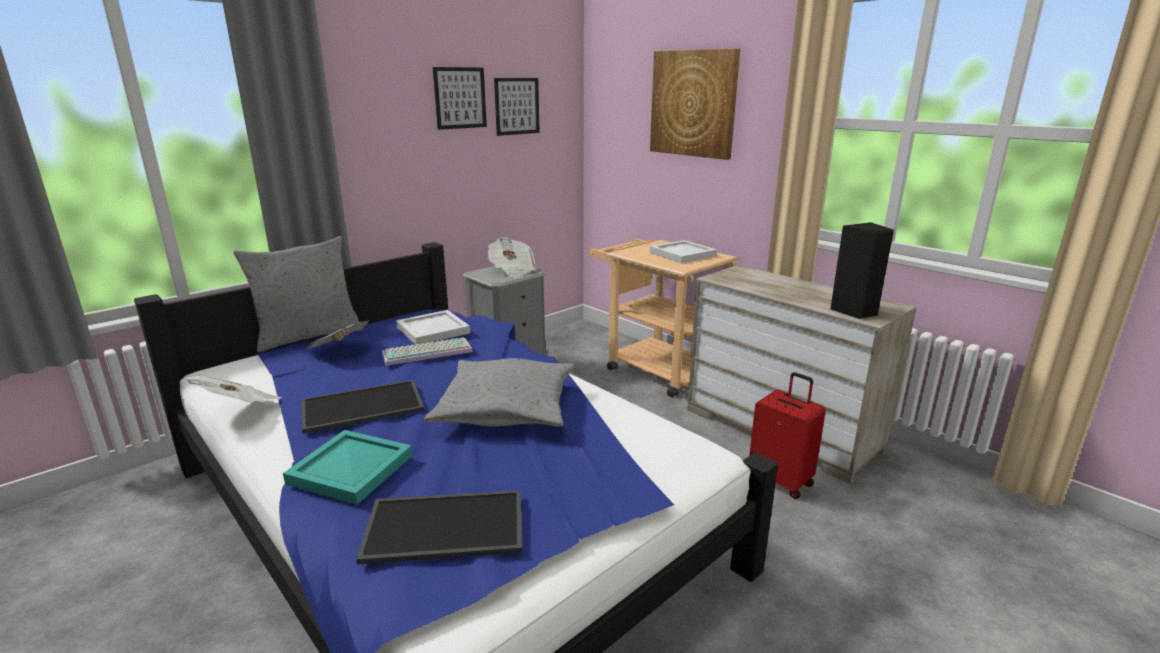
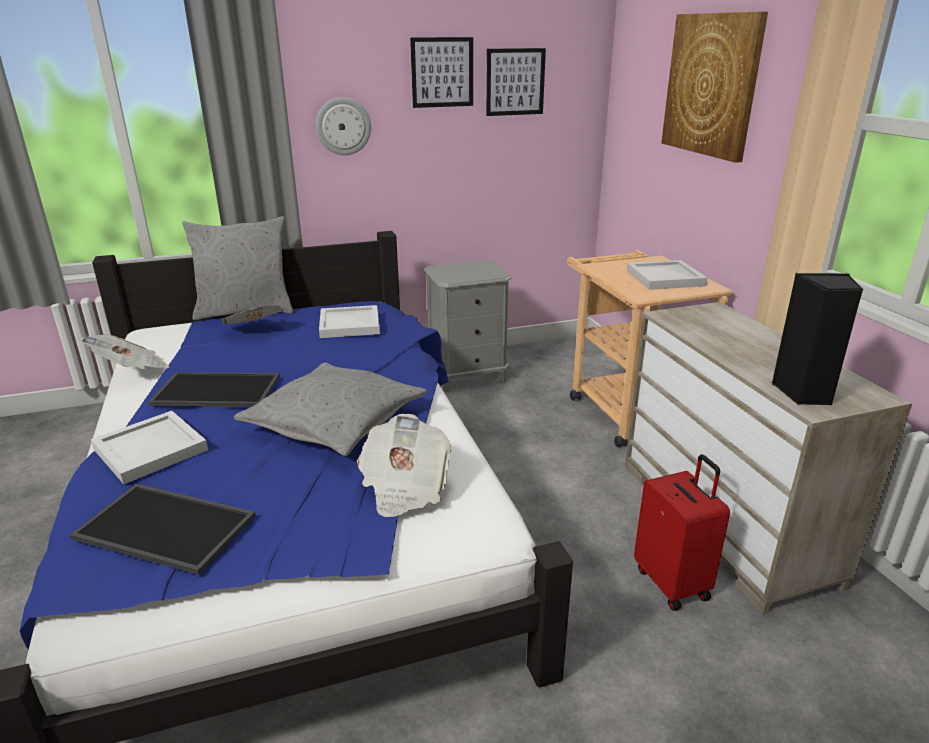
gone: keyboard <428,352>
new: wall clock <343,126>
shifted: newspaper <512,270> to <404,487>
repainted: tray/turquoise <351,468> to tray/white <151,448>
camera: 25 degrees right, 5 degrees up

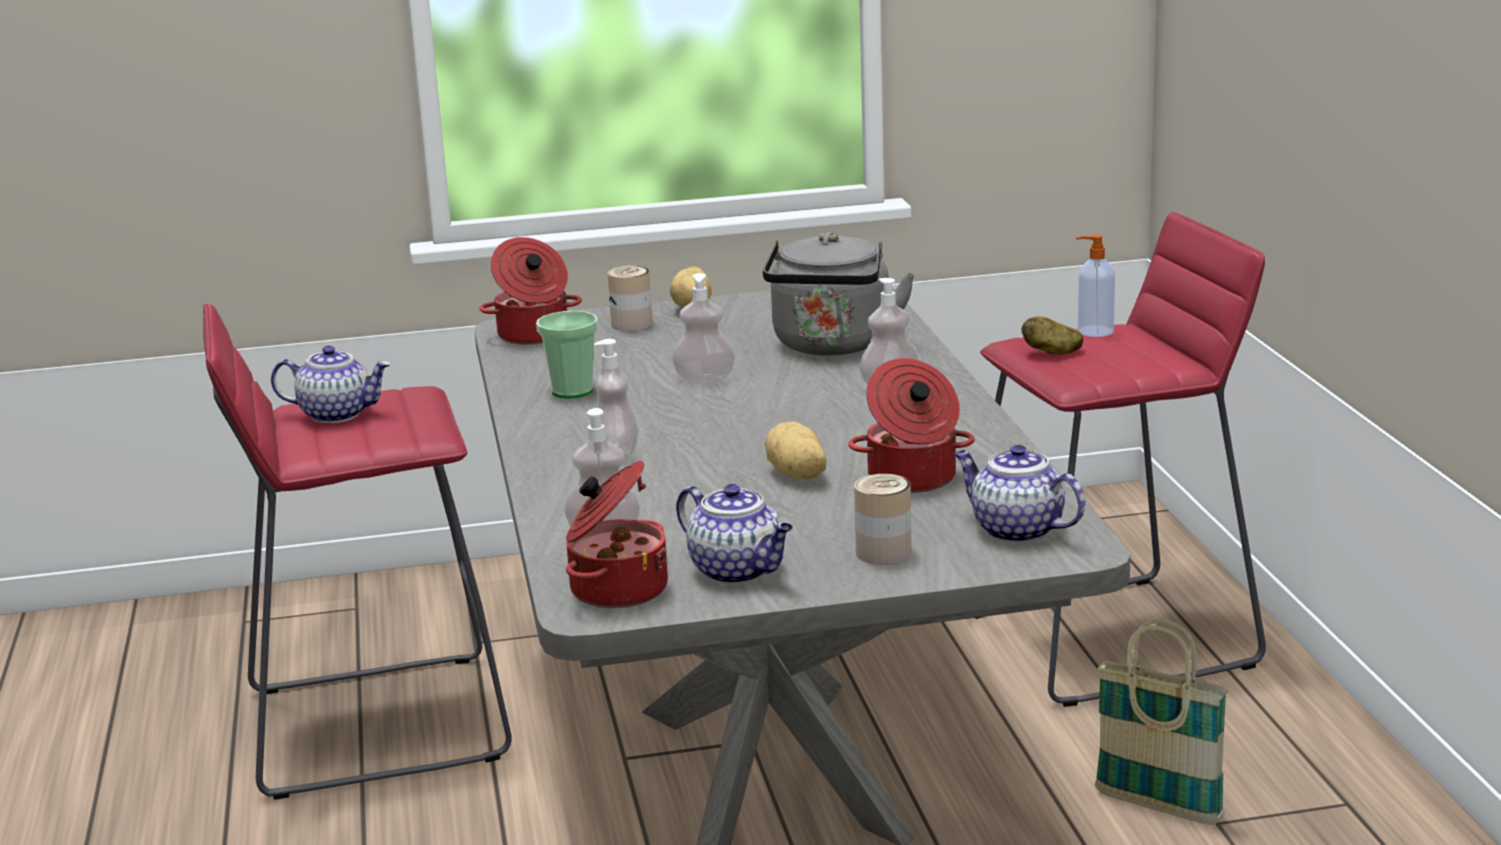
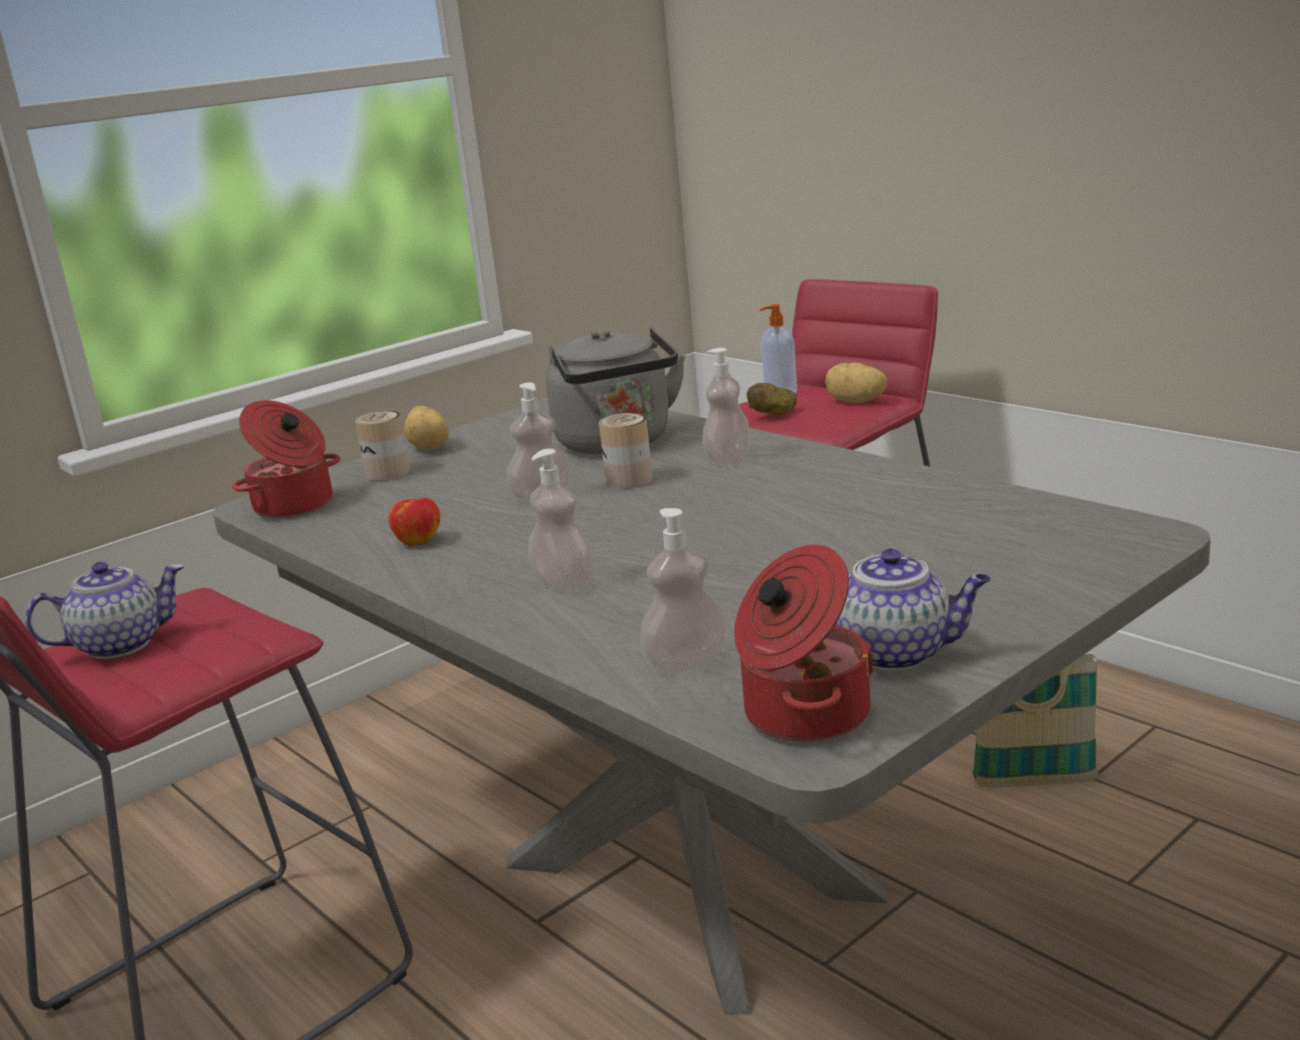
gone: cooking pot <912,479>; teapot <1015,530>
shifted: can <883,553> to <629,480>; potato <796,476> to <855,402>
swapped: cup <572,391> to apple <418,541>
camera: 30 degrees left, 0 degrees up

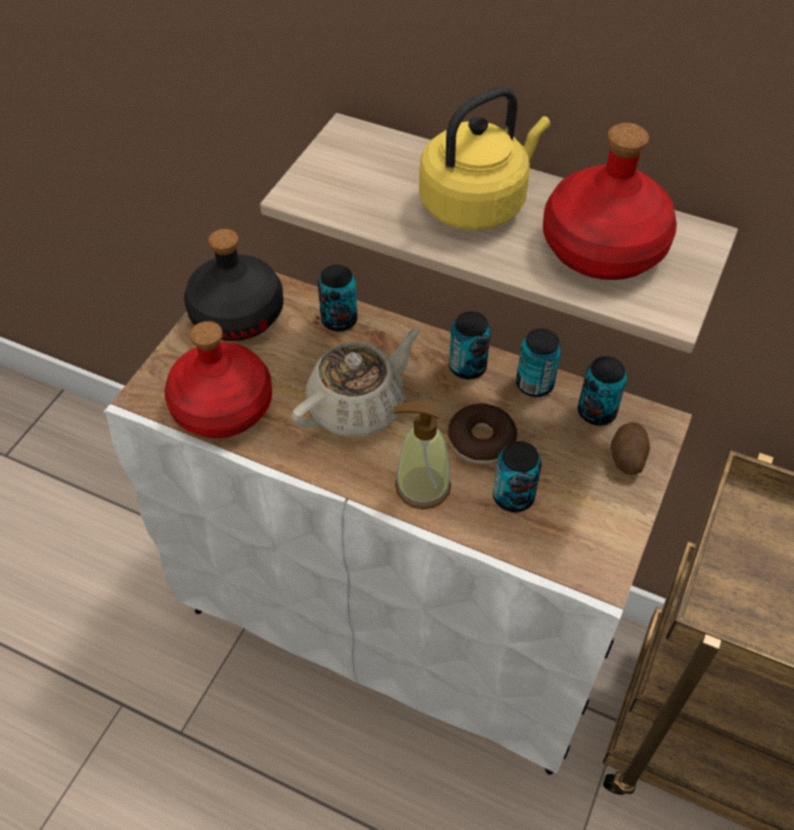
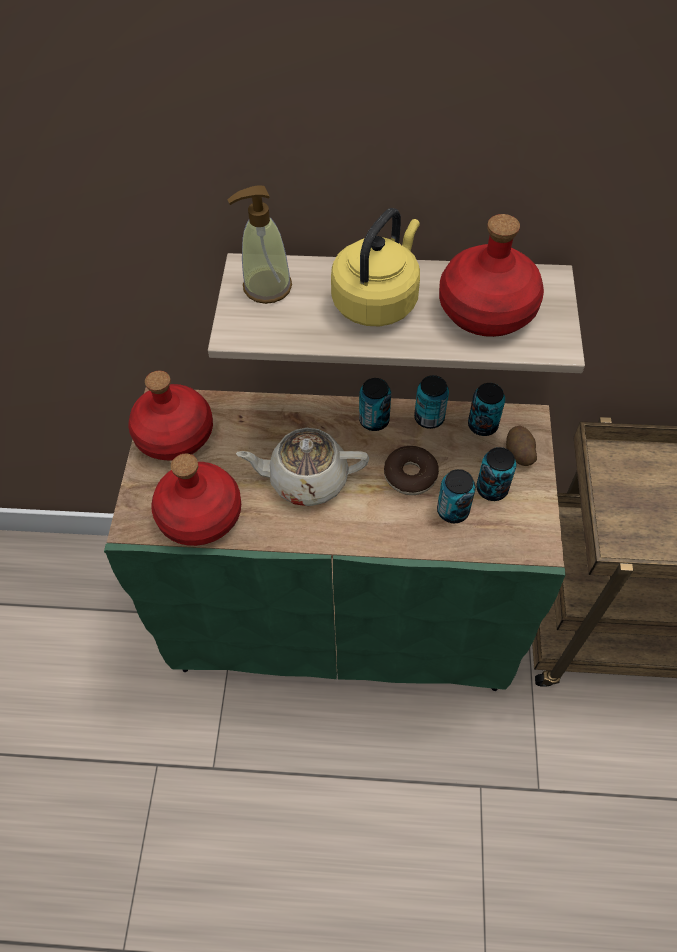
shifted: soap dispenser <422,487> to <267,287>; can <339,320> to <492,489>
repainted: cabinet/white <400,622> to cabinet/green <344,620>; bottle/black <237,314> to bottle/red <174,434>
rotated: teapot/beige <358,407> = <306,479> 120 degrees counterclockwise
camera: 20 degrees left, 5 degrees up

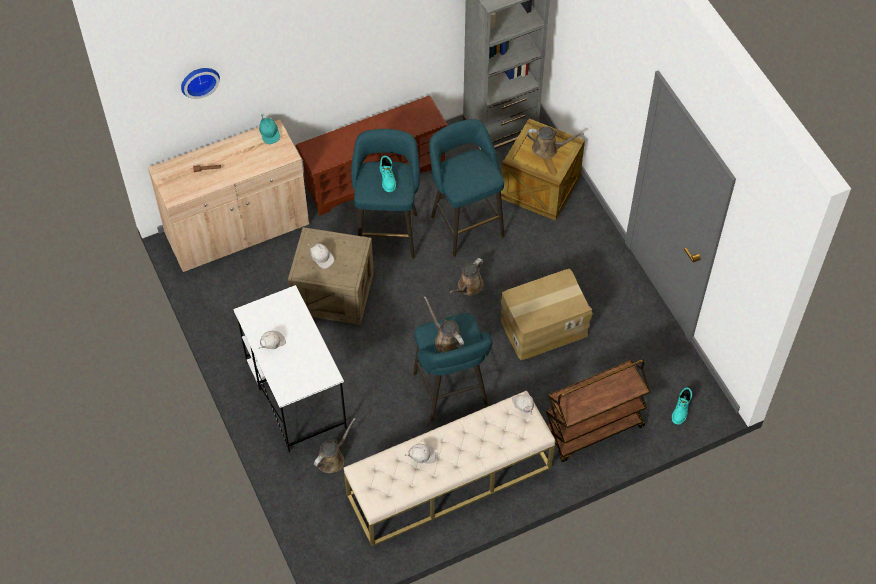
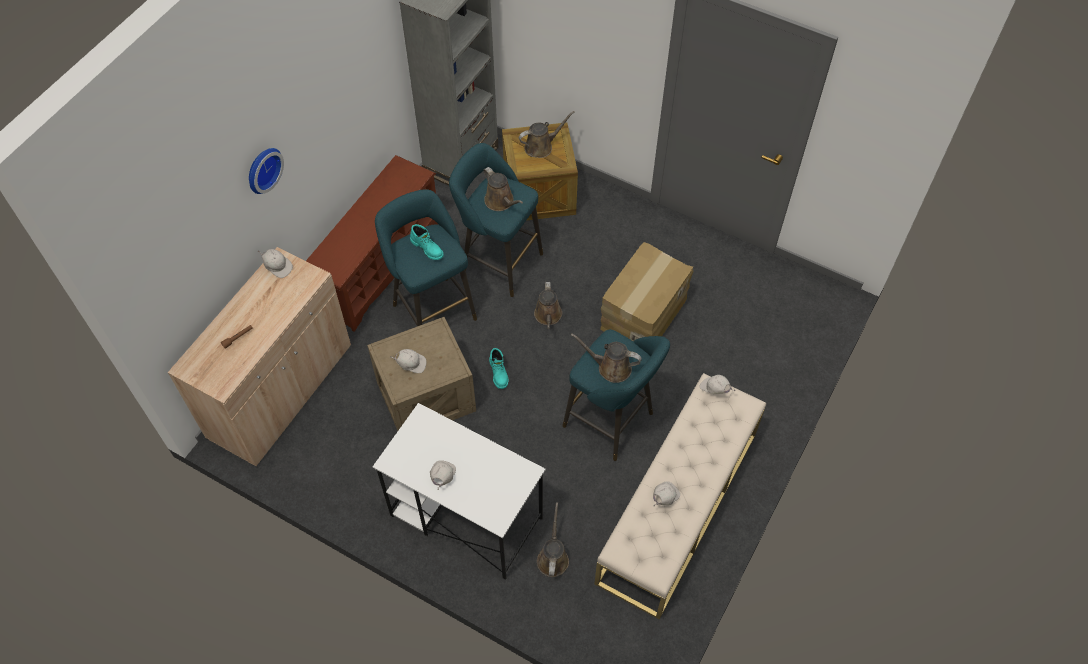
gone: cart/brown <593,430>
new: watering can/brown <501,202>
shifted: wall clock <199,80> to <262,169>; boot/turquoise <681,410> to <499,373>
repainted: cap/turquoise <269,134> to cap/white <277,267>
camera: 35 degrees left, 0 degrees up

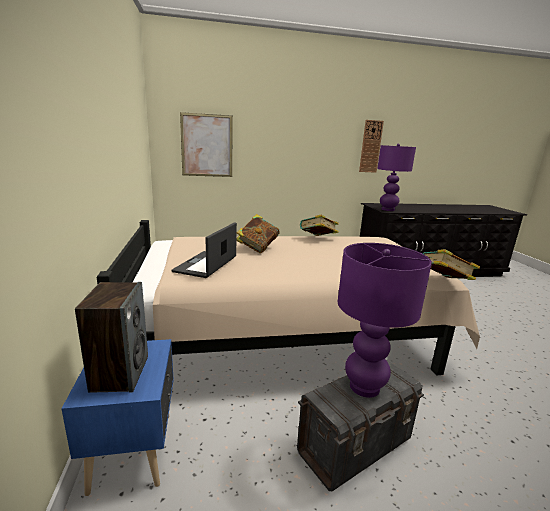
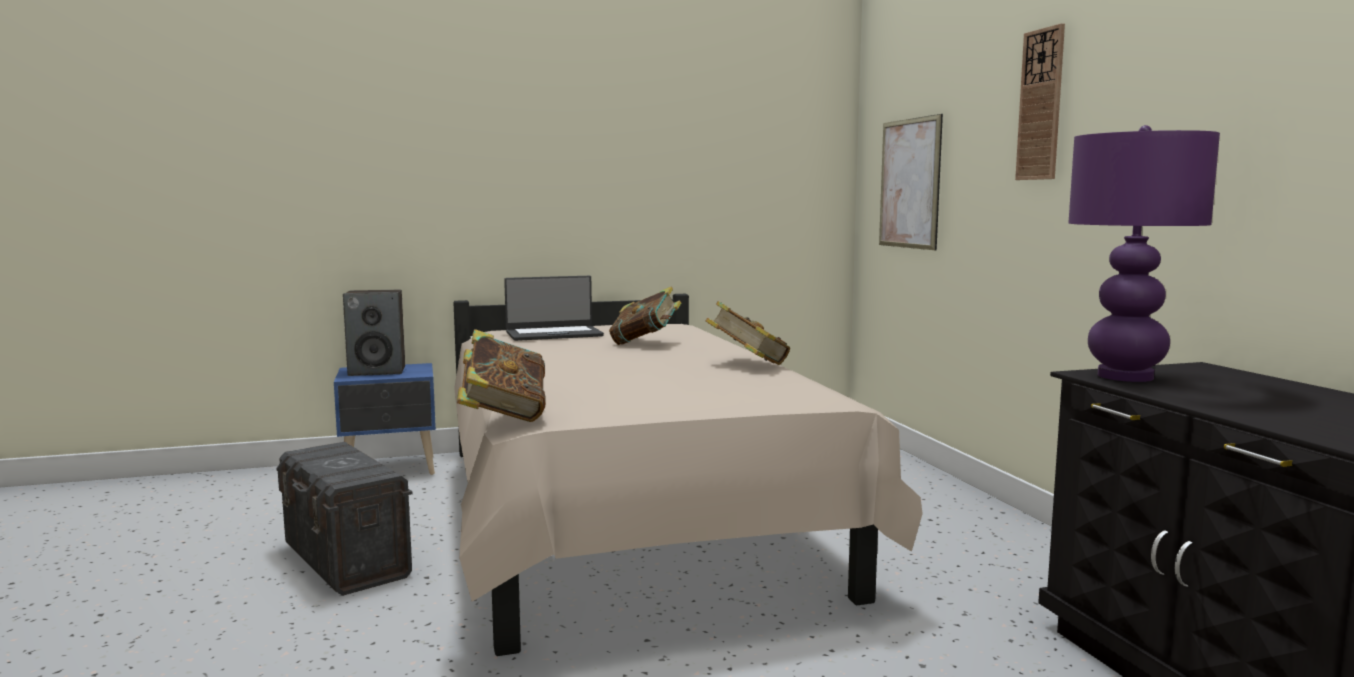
gone: table lamp/purple <364,387>
shifted: wall clock <370,146> to <1041,105>
rotated: laptop <206,265> = <553,334> 150 degrees clockwise
camera: 85 degrees right, 10 degrees down

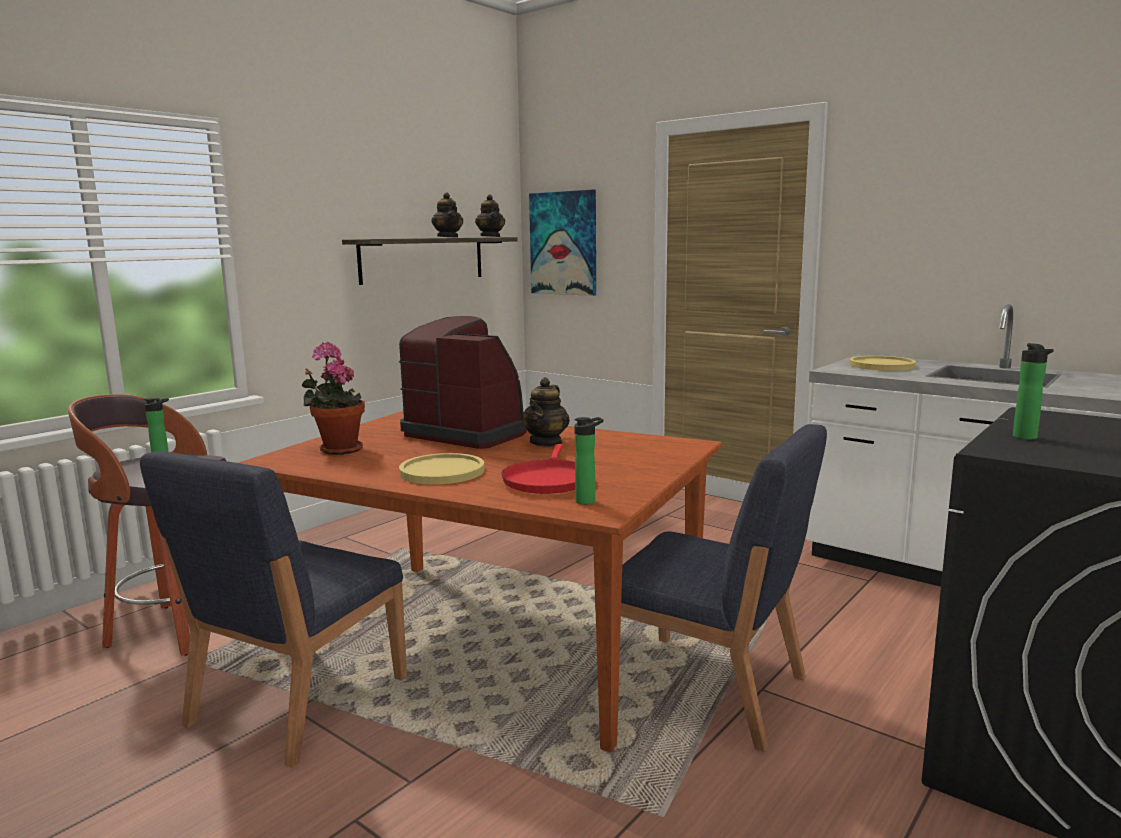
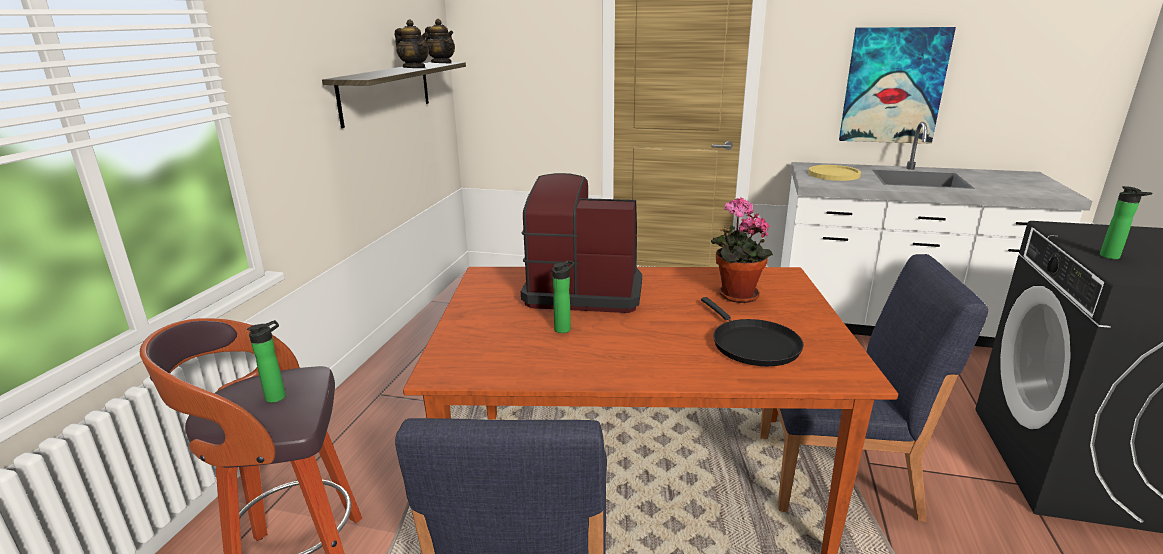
gone: plate/yellow <442,471>; teapot <546,442>
shifted: bottle <588,501> to <564,328>; potted plant <337,449> to <734,296>; picture <564,243> to <893,86>
repainted: frying pan/red <547,480> to frying pan/black <751,344>
camera: 25 degrees left, 10 degrees up

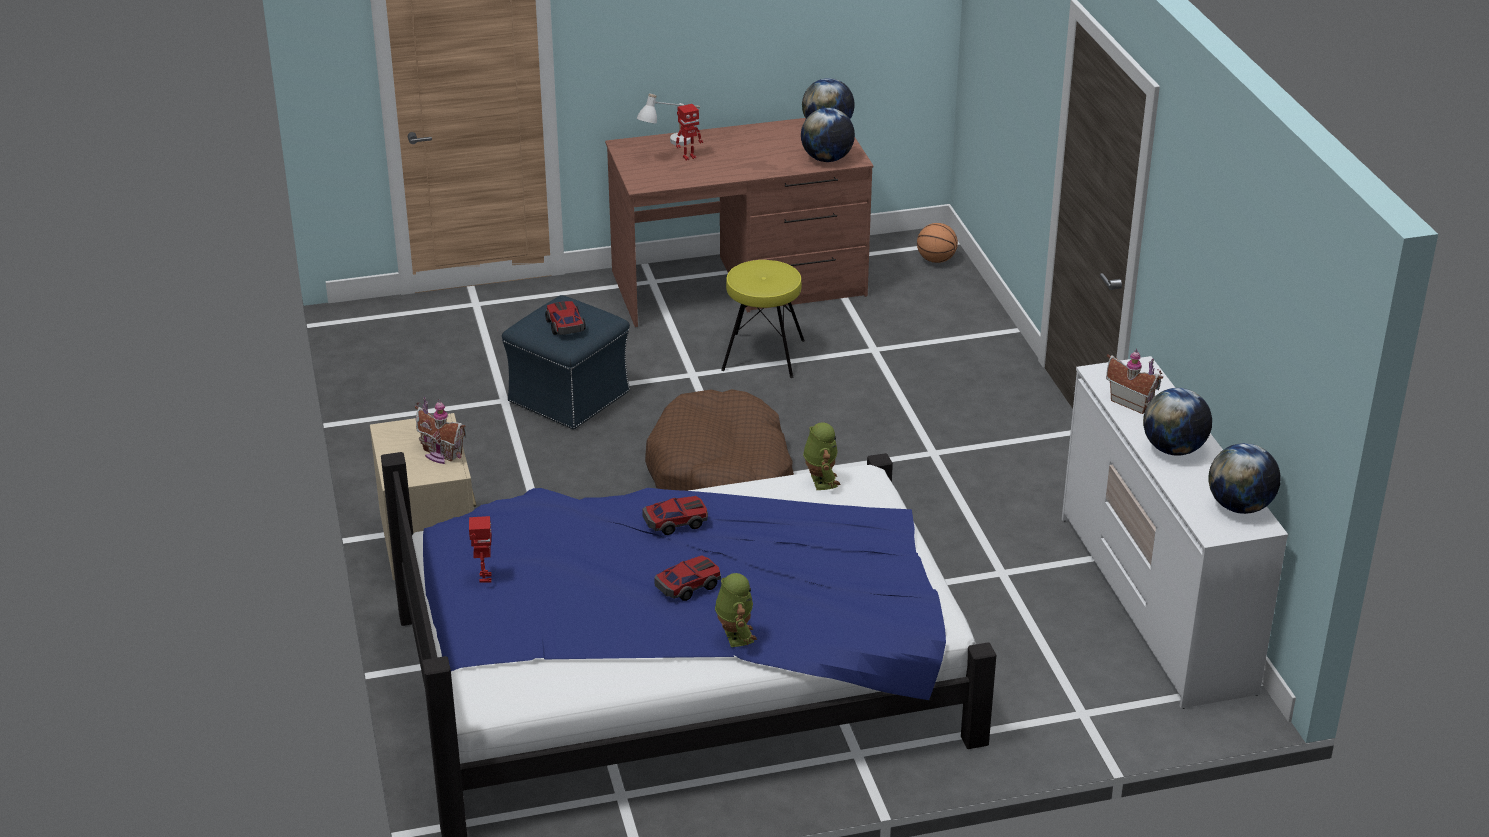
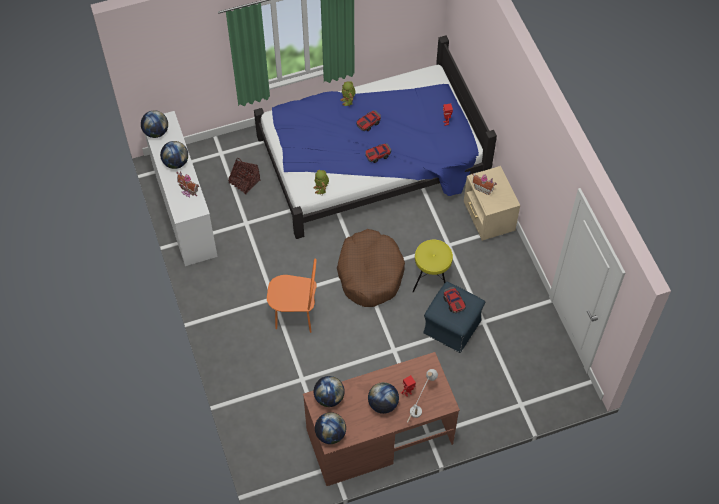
gone: basketball <936,260>
new: basket <244,182>; chair/orange <295,315>; globe <383,404>
shifted: stool/yellow <762,355> to <431,278>
camera: 175 degrees right, 25 degrees up

